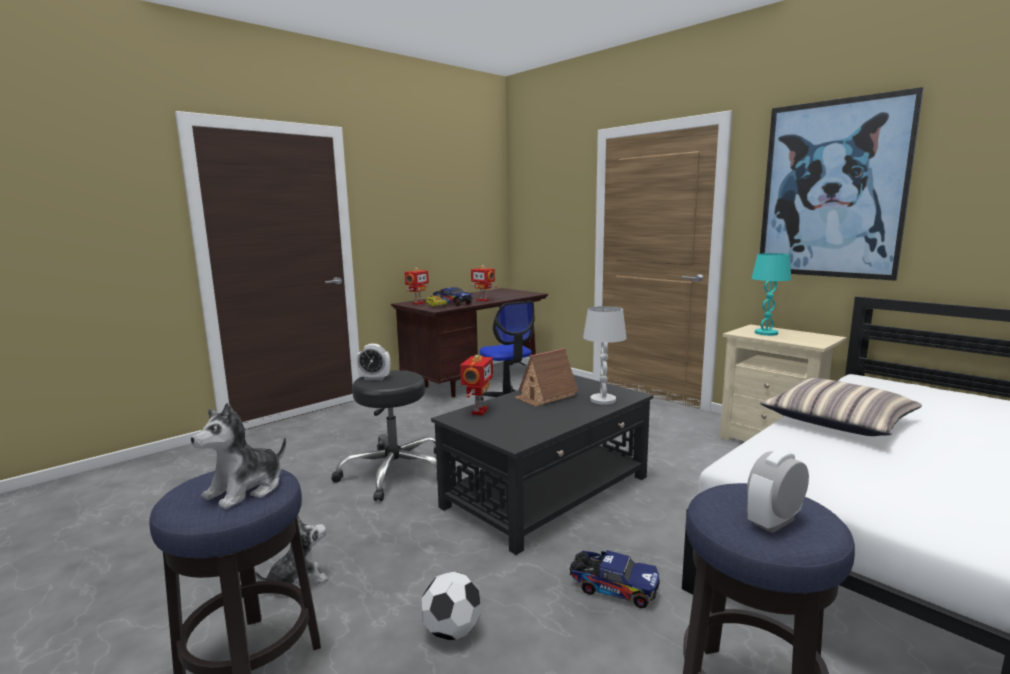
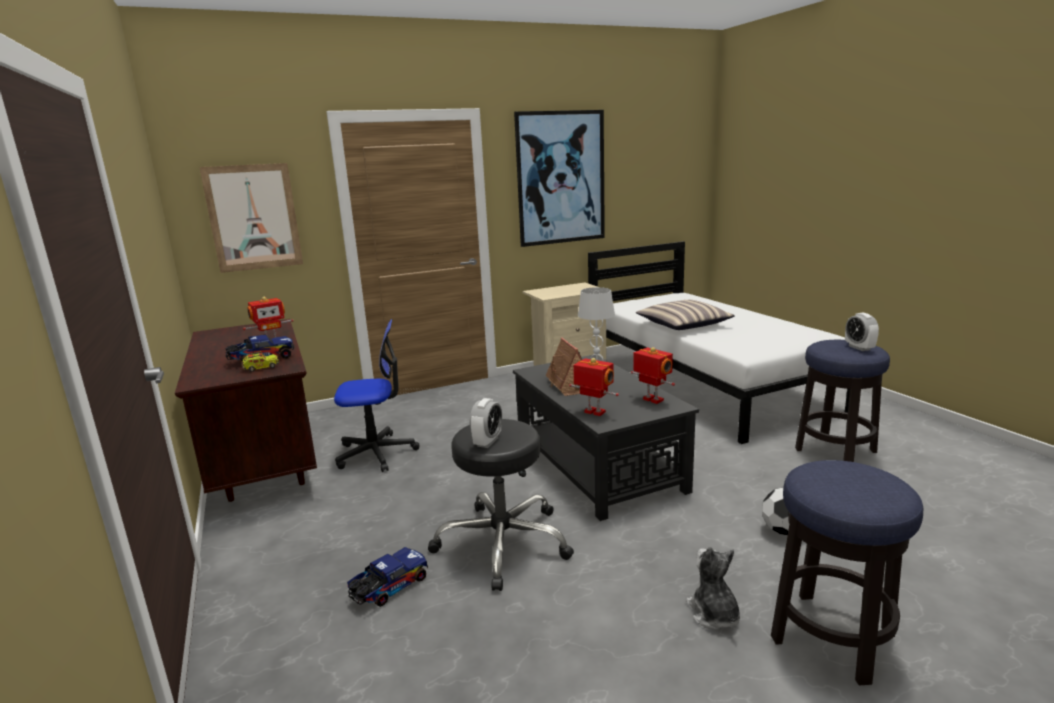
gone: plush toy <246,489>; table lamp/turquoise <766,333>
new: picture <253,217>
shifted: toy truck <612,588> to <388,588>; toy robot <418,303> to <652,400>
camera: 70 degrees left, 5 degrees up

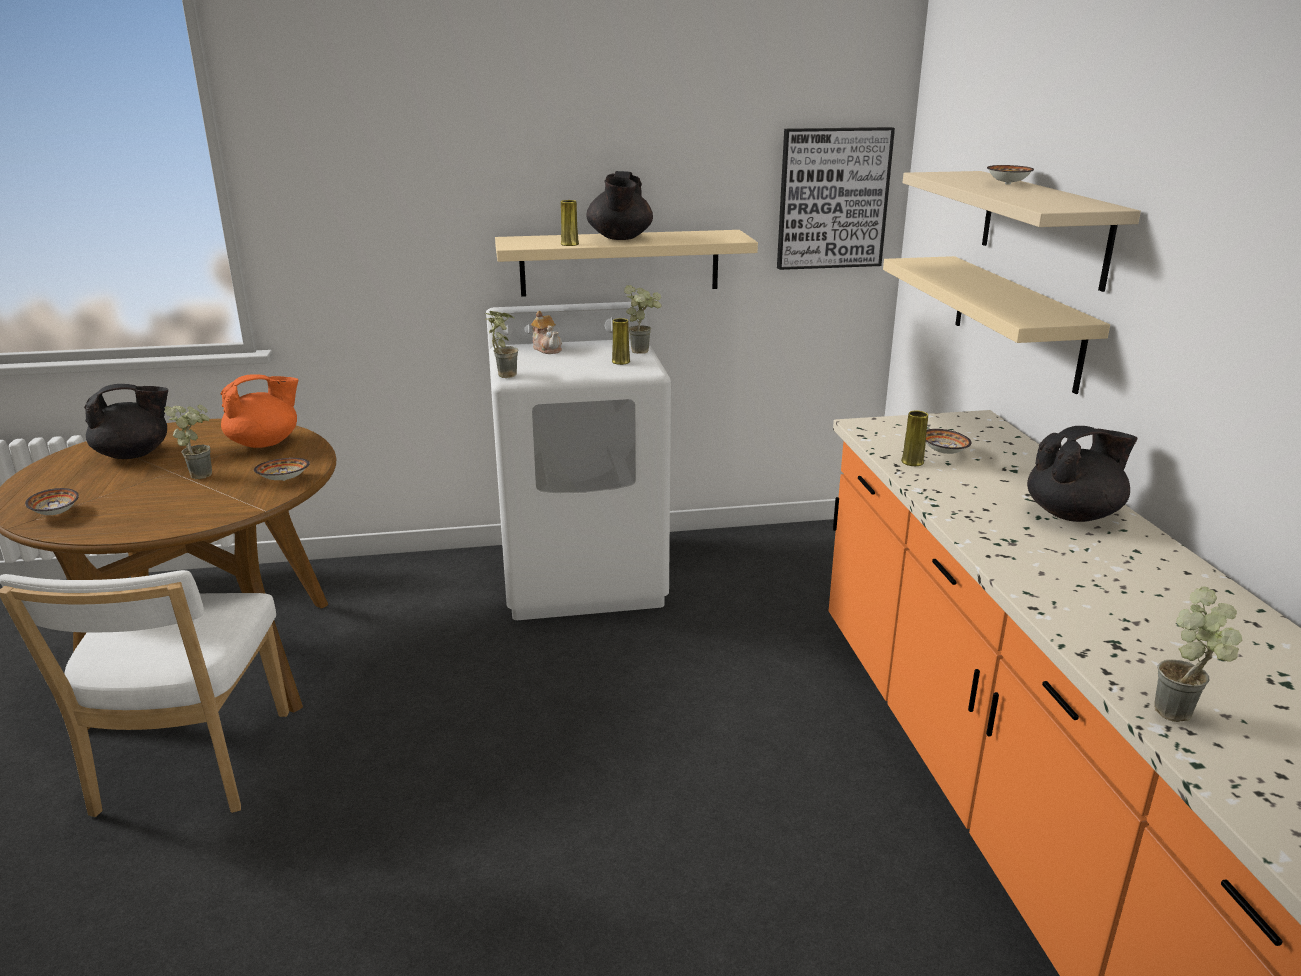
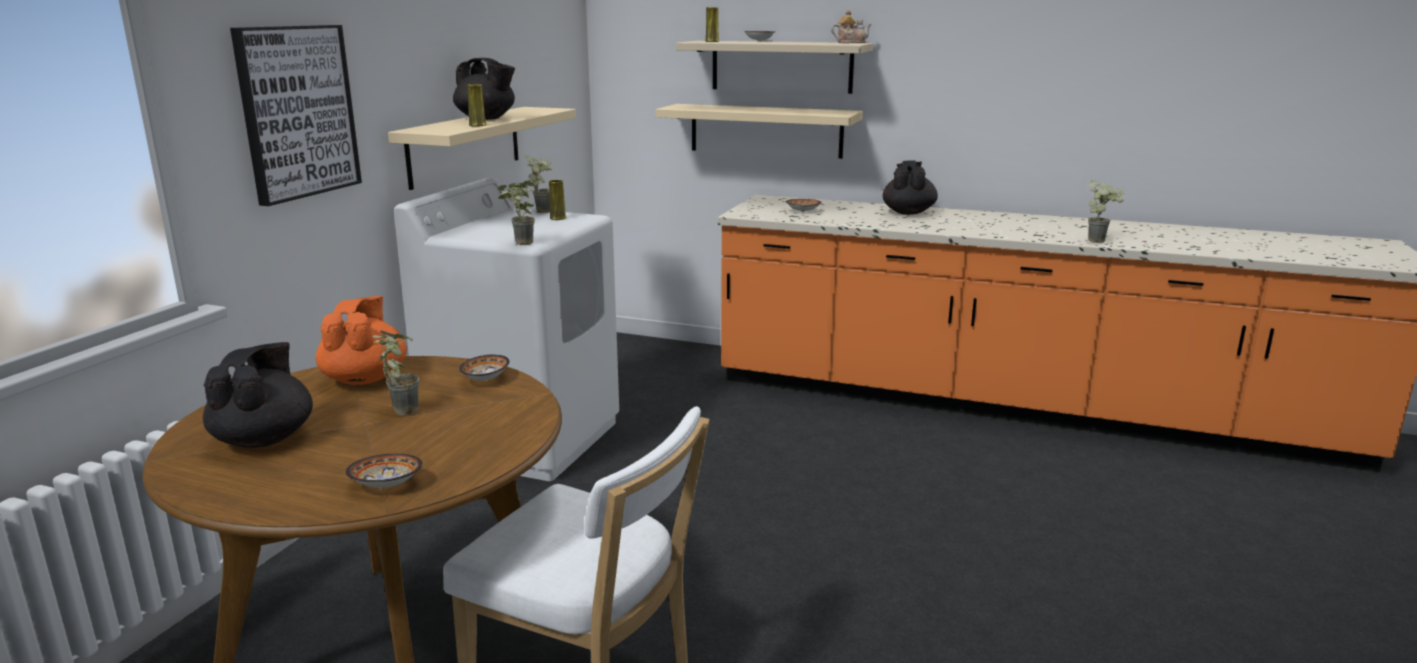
shifted: picture <832,198> to <297,112>; vase/yellow <912,462> to <712,41>; teapot <547,349> to <850,43>
camera: 60 degrees left, 5 degrees down

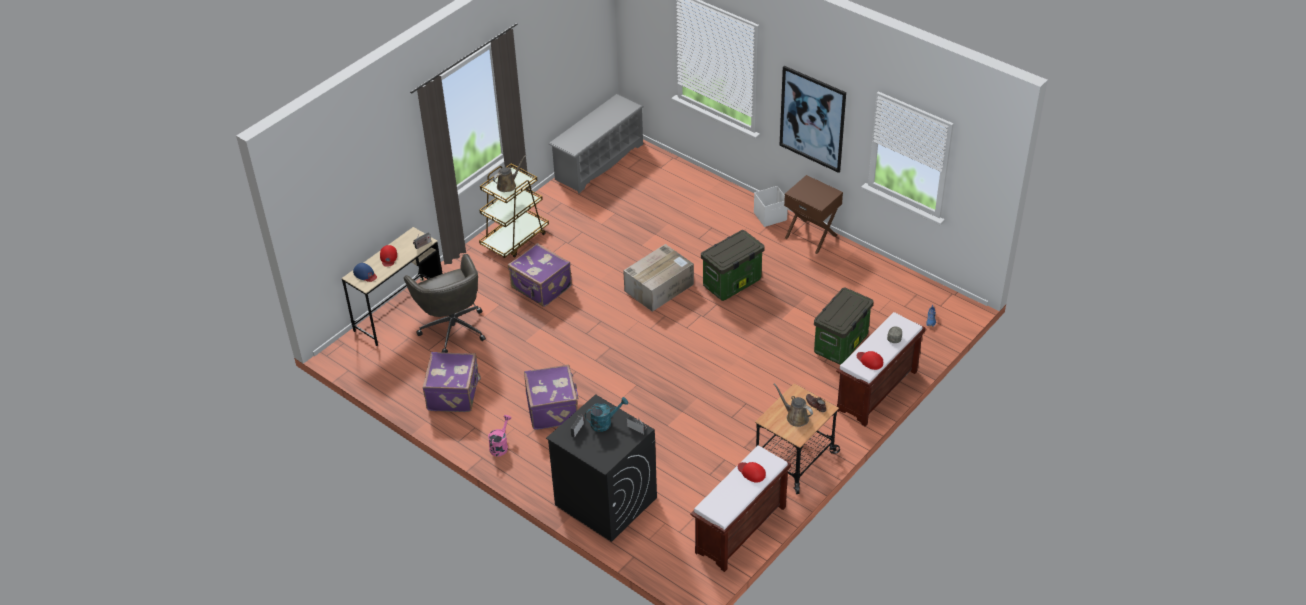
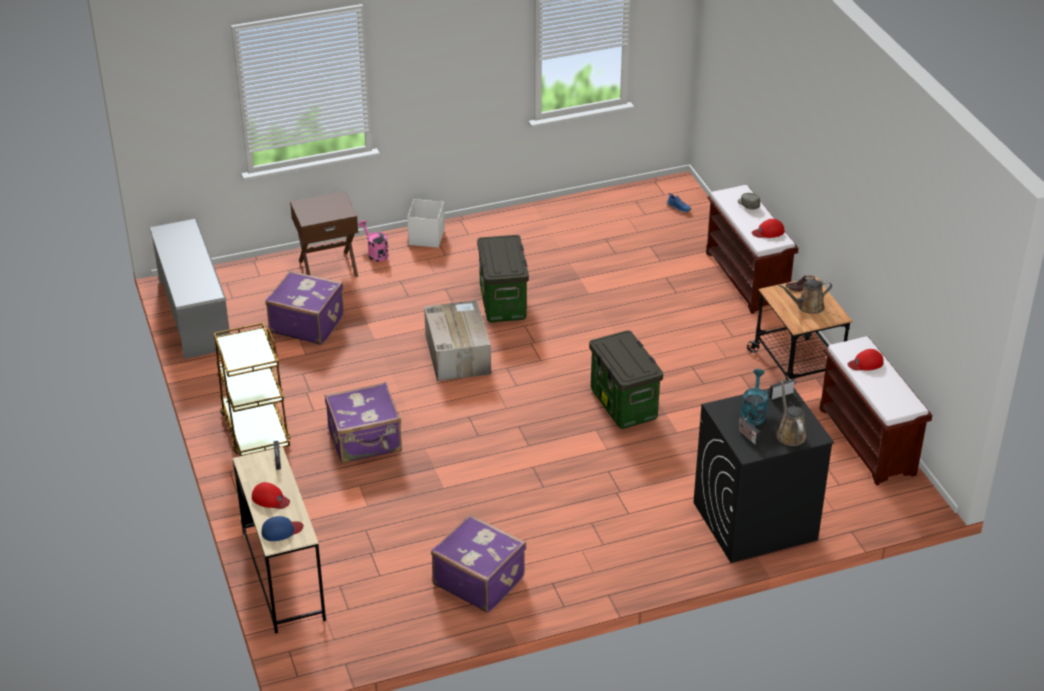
gone: office chair/grey <452,327>; picture <812,119>
shifted: suitcase/purple <553,409> to <307,324>; nightstand/brown <811,236> to <328,268>; watering can/pink <500,446> to <375,253>; storage box <841,345> to <624,405>; watering can/brown <508,185> to <789,433>
camera: 60 degrees left, 5 degrees down

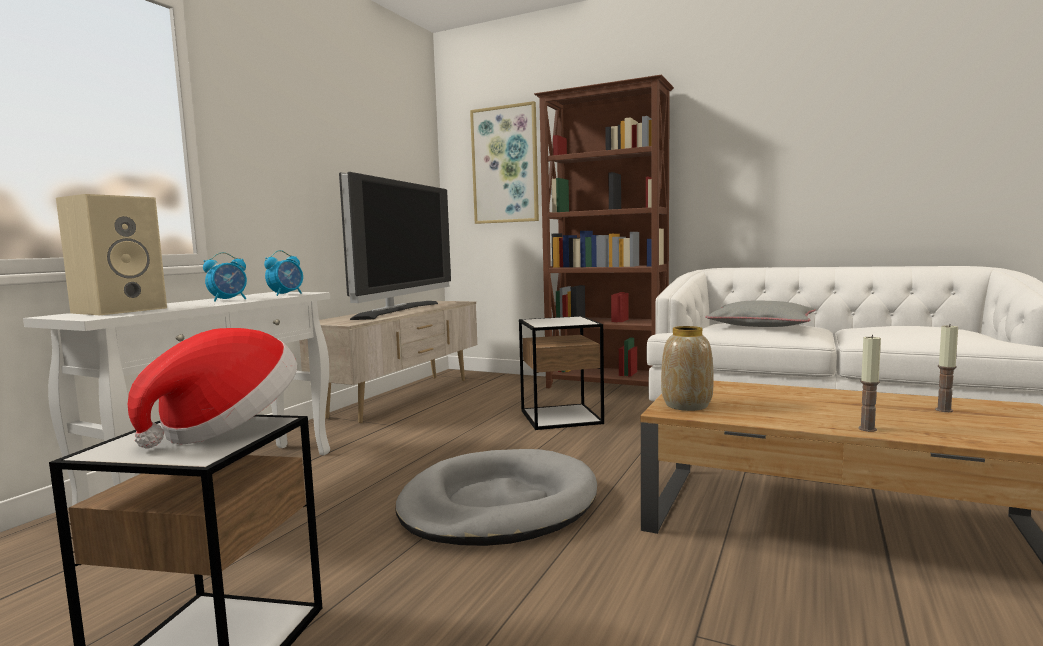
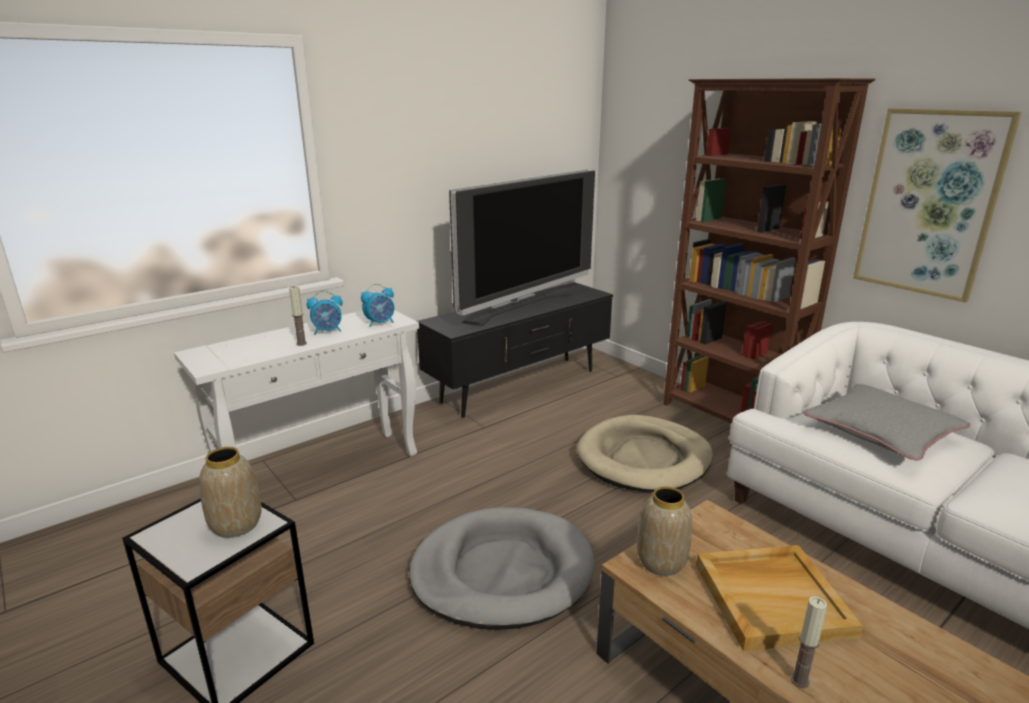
gone: speaker/beige <121,310>
new: tray/beige <772,598>
shifted: candle <944,410> to <301,344>; picture <505,165> to <929,203>
swapped: hat <227,428> to vase <235,525>; side table <561,417> to dog bed/beige <644,458>
repainted: tv stand/beige <403,397> to tv stand/black <520,386>
camera: 25 degrees right, 15 degrees up

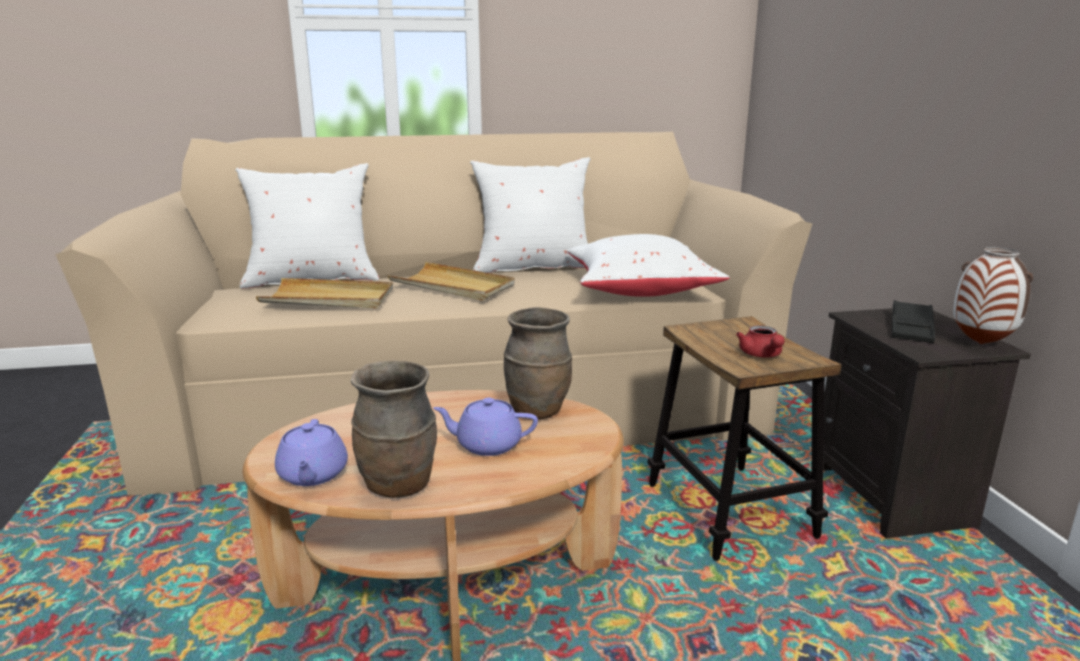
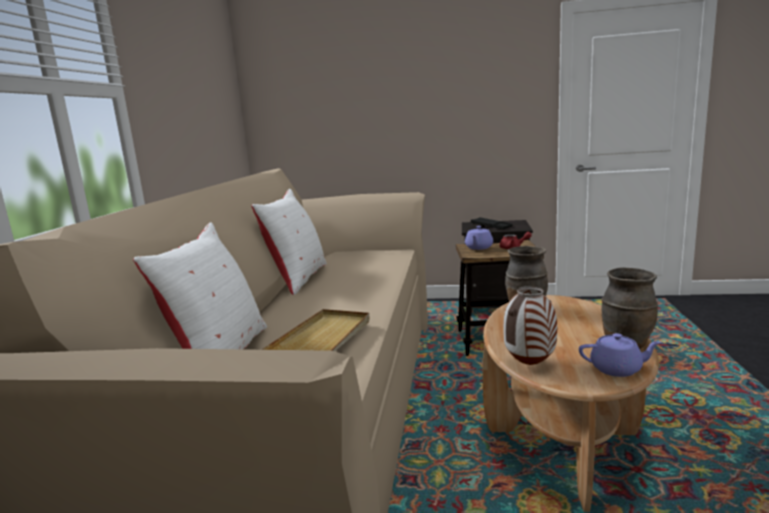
gone: tray/beige <453,286>; pillow/white <639,291>
shifted: teapot/purple <487,445> to <478,247>; vase <982,344> to <529,364>
camera: 70 degrees left, 5 degrees down

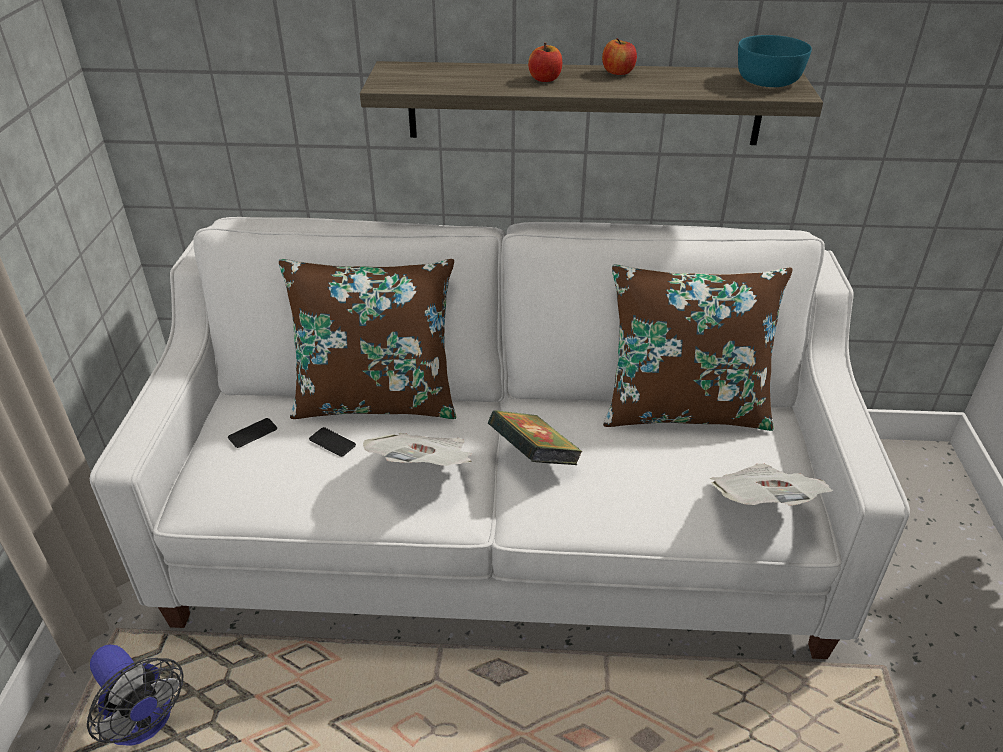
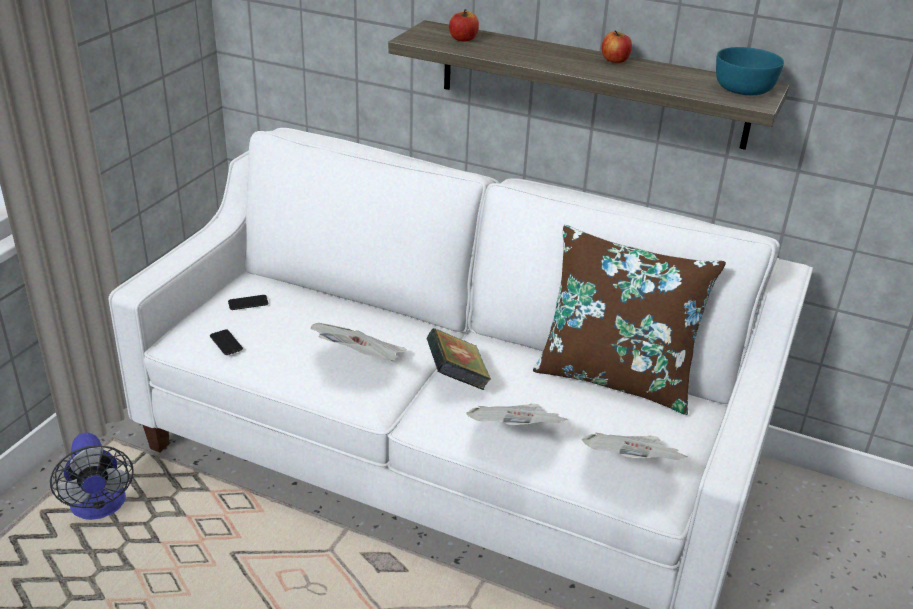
gone: pillow/brown <377,400>
new: newspaper <515,435>
shifted: phone <332,442> to <226,343>; apple <545,79> to <463,39>
camera: 20 degrees right, 5 degrees down

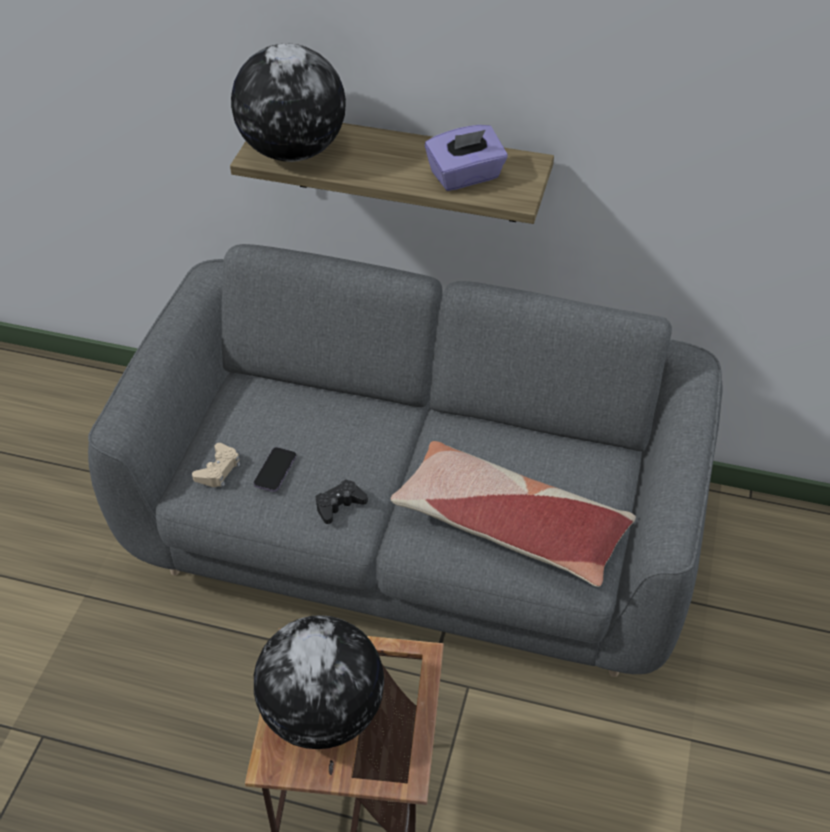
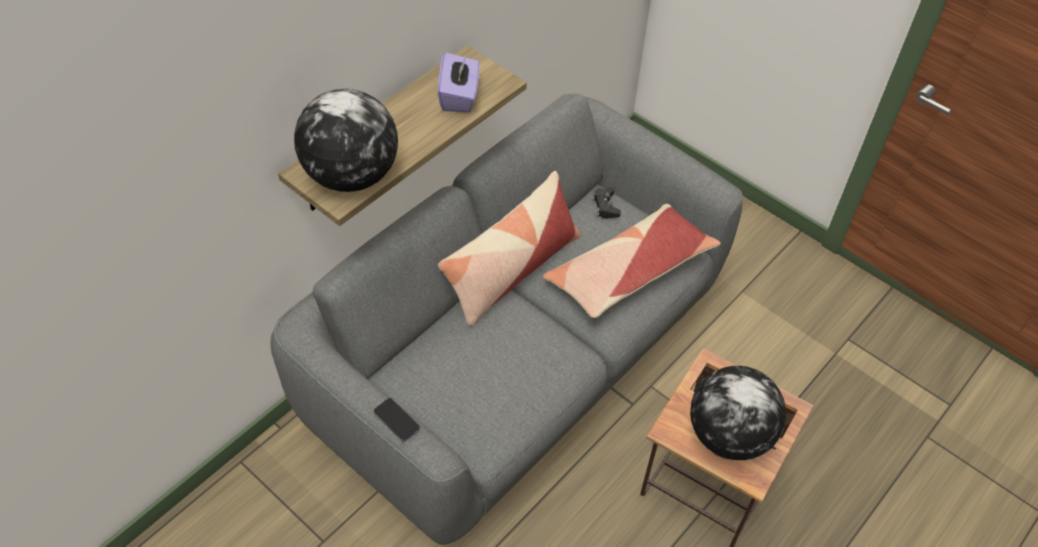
gone: game controller/beige <218,470>
new: pillow <512,270>
shifted: phone <275,471> to <396,420>; game controller/black <339,505> to <605,206>
camera: 65 degrees left, 5 degrees up

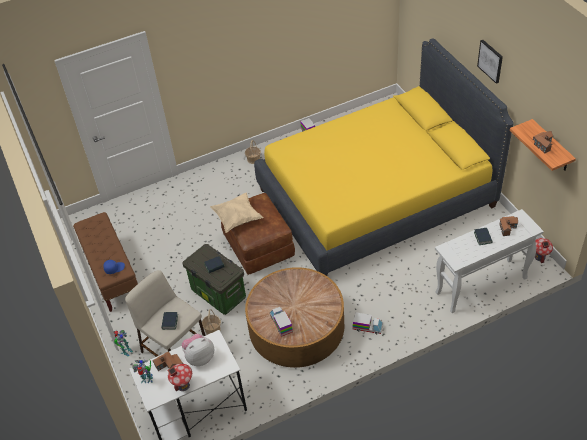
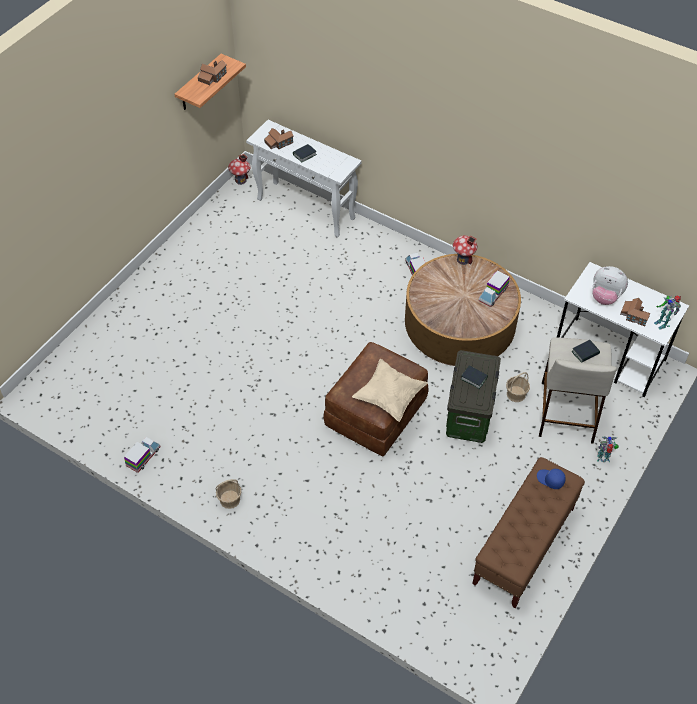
gone: bed/yellow <376,198>; picture <490,61>
shifted: toy house <183,385> to <463,259>
camera: 125 degrees left, 5 degrees up

